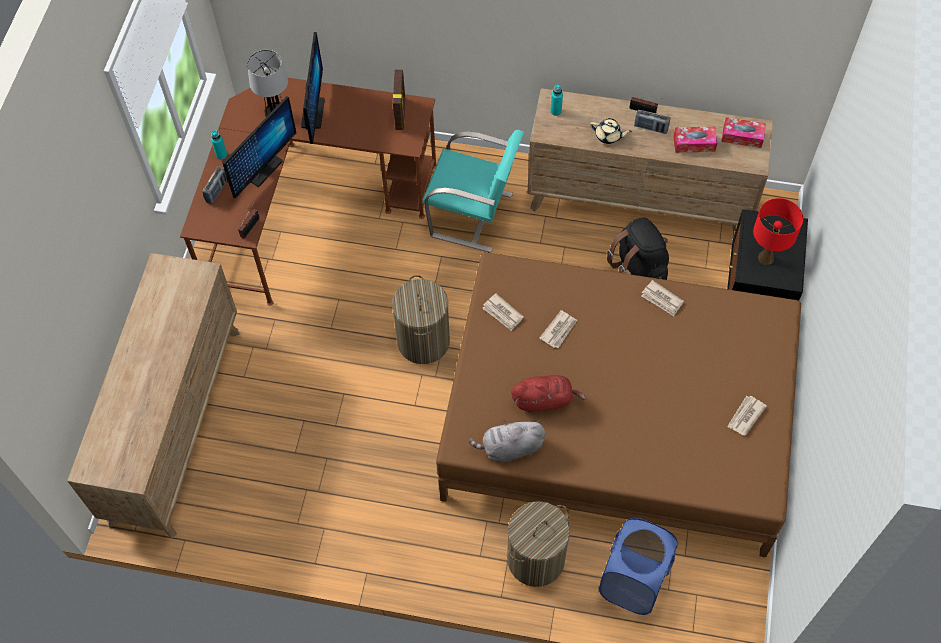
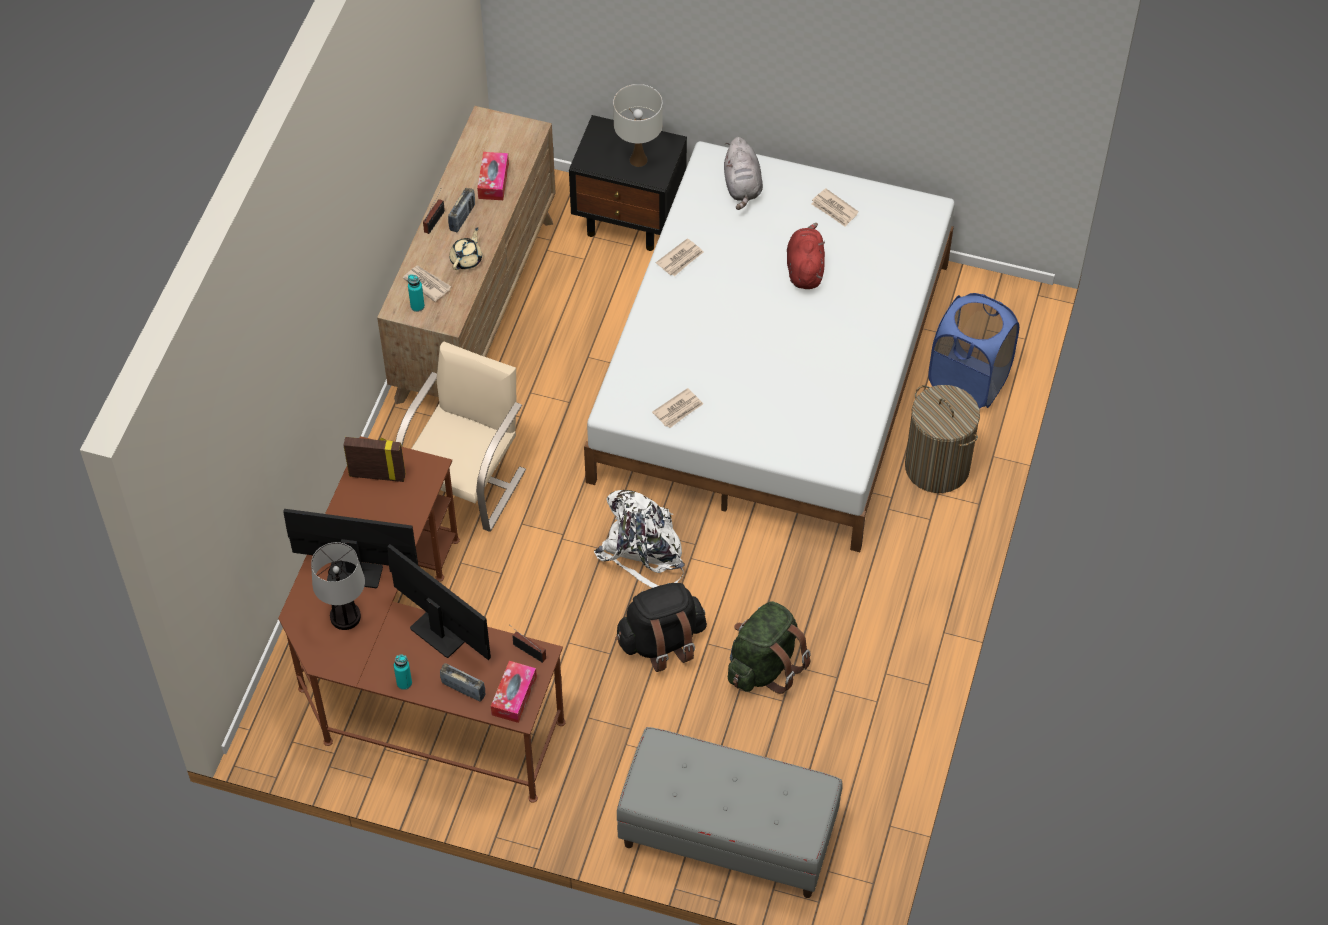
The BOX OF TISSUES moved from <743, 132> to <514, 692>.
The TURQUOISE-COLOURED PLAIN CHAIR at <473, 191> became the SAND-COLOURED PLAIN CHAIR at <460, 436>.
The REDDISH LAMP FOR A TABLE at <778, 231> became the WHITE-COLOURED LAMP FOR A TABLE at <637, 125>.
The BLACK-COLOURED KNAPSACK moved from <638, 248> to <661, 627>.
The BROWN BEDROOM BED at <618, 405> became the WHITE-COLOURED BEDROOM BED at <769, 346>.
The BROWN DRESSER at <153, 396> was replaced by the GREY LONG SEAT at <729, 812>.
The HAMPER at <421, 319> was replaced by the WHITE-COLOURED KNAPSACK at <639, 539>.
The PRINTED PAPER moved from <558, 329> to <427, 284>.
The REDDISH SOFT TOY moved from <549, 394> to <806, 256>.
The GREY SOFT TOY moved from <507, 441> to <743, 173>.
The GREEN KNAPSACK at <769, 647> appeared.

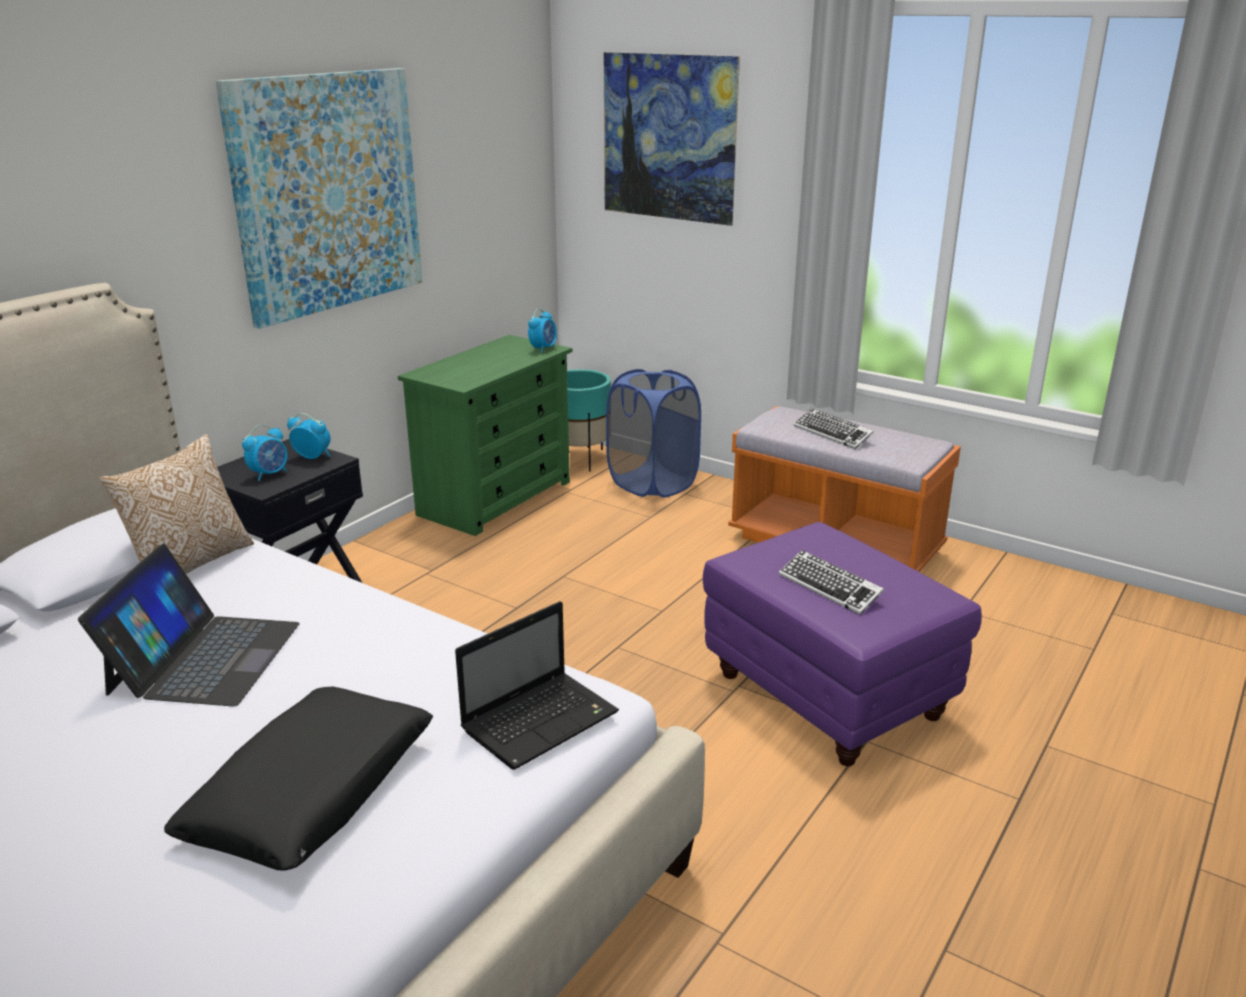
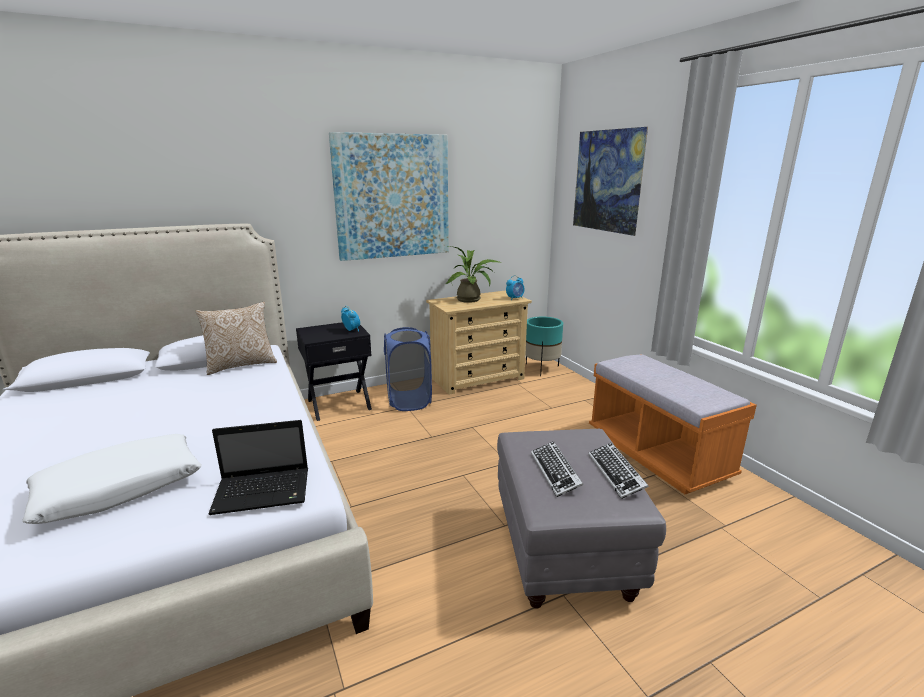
The GREEN DRESSER at <485, 435> became the SAND-COLOURED DRESSER at <479, 342>.
The BLUISH HAMPER moved from <653, 433> to <408, 369>.
The COMPUTER KEYBOARD moved from <834, 428> to <618, 470>.
The ALARM CLOCK at <264, 453> disappeared.
The PURPLISH POUFFE at <842, 644> became the GREY POUFFE at <581, 519>.
The NOTEBOOK COMPUTER at <189, 625> disappeared.
The BLACK-COLOURED PILLOW at <298, 778> became the WHITE-COLOURED PILLOW at <112, 479>.
The HOUSEPLANT at <473, 274> appeared.

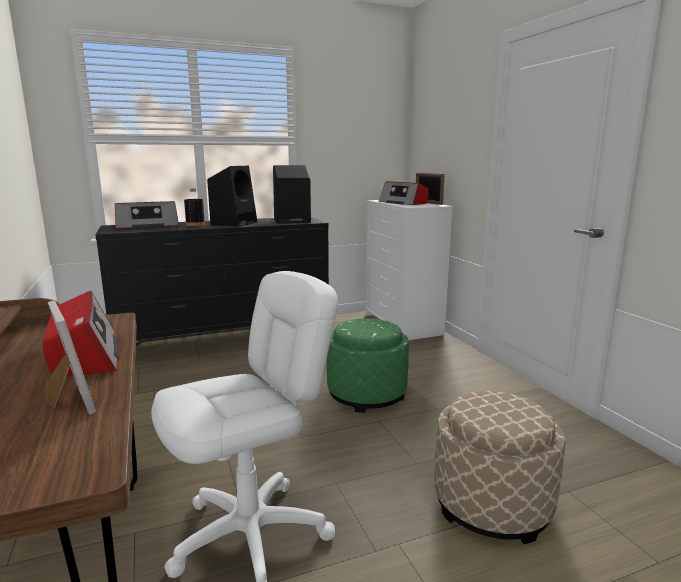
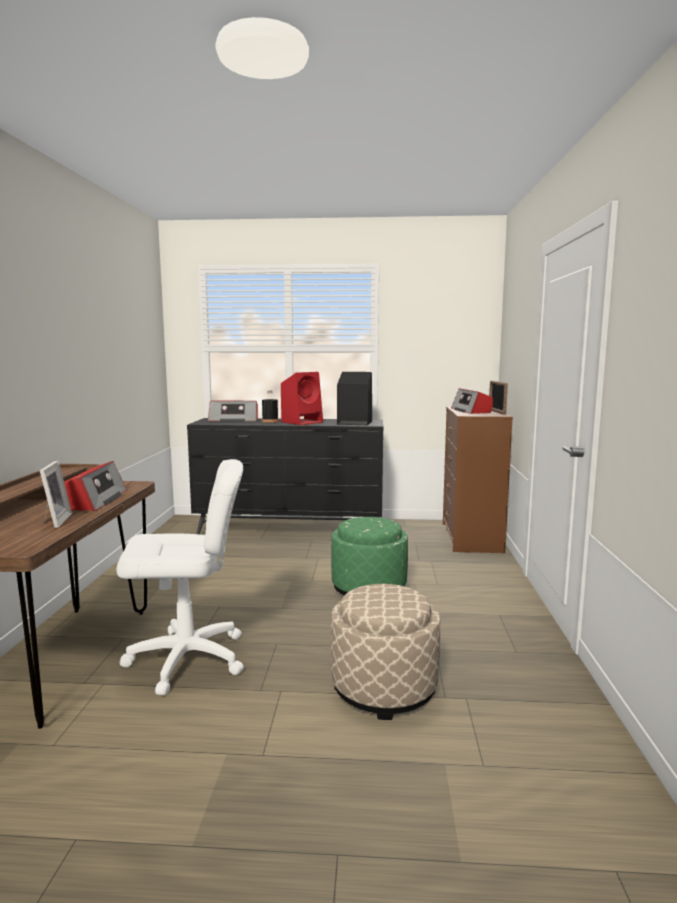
The BLACK-COLOURED LOUDSPEAKER at <232, 196> became the REDDISH LOUDSPEAKER at <302, 398>.
The WHITE-COLOURED DRESSER at <409, 270> became the BROWN DRESSER at <478, 479>.

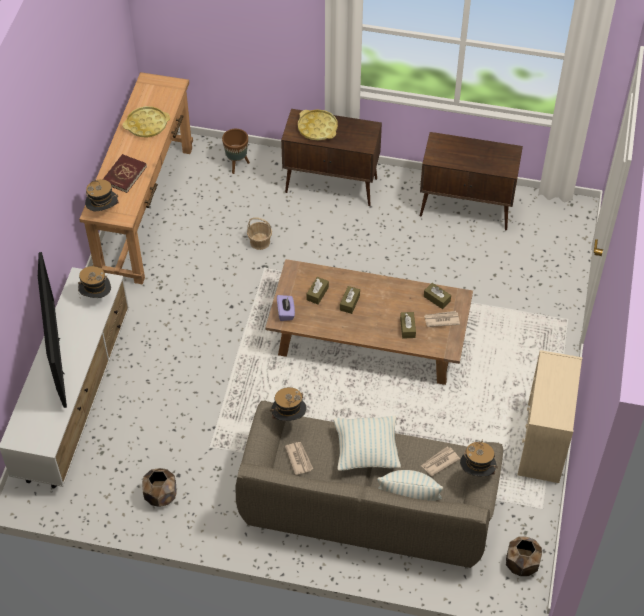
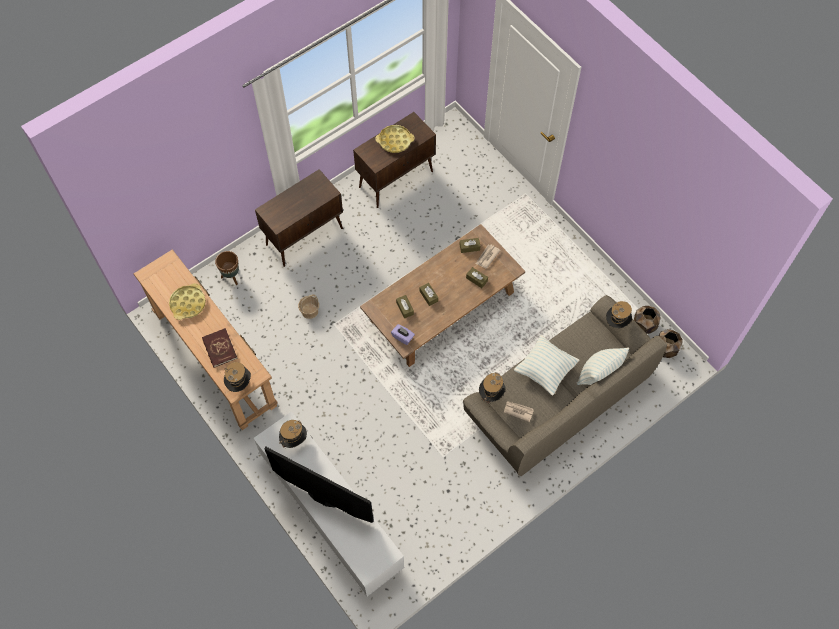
The YELLOWISH TRAY moved from <318, 124> to <394, 139>.
The SAND-COLOURED DRESSER at <550, 416> disappeared.
The PRINTED PAPER at <440, 461> disappeared.
The BROWN PLANT POT moved from <159, 487> to <647, 320>.

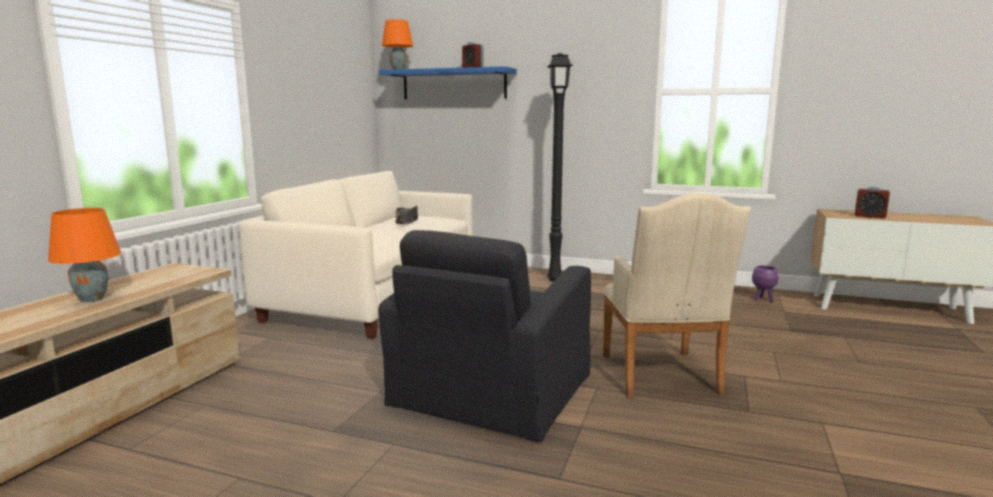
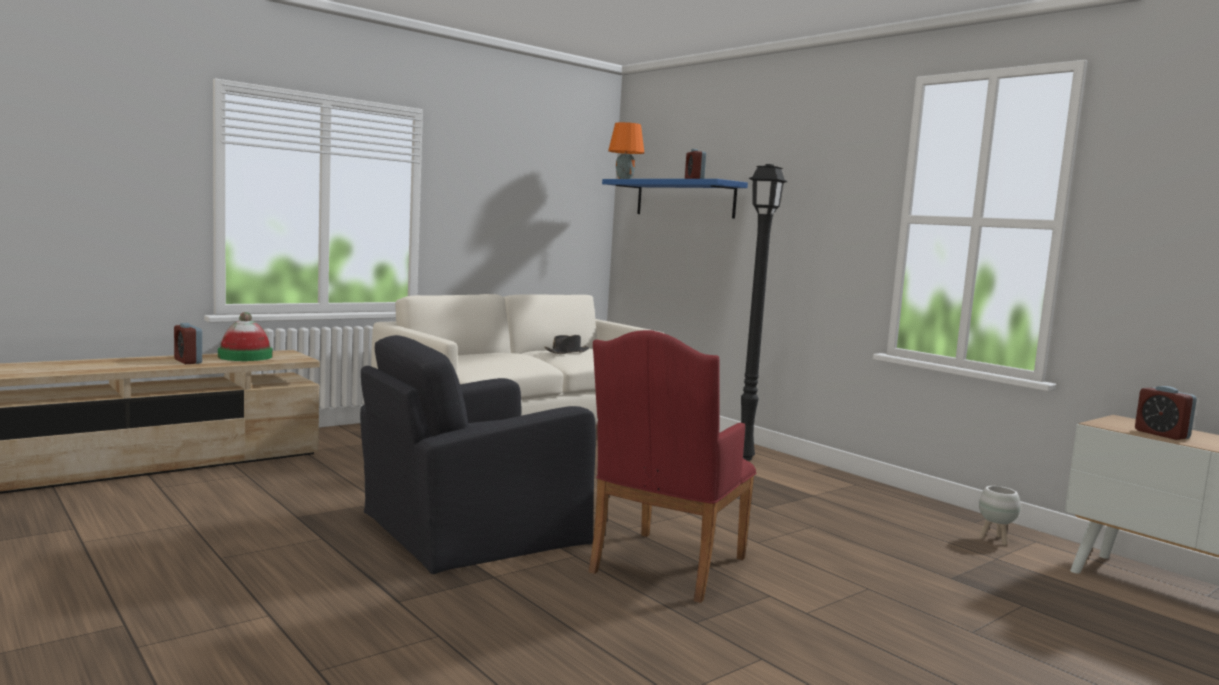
The SAND-COLOURED EASY CHAIR at <677, 295> became the REDDISH EASY CHAIR at <673, 466>.
The ORANGE-COLOURED LAMP FOR A TABLE at <84, 255> was replaced by the ALARM CLOCK at <188, 343>.
The PURPLISH PLANT POT at <765, 283> became the WHITE-COLOURED PLANT POT at <999, 515>.
The HAT at <245, 336> appeared.

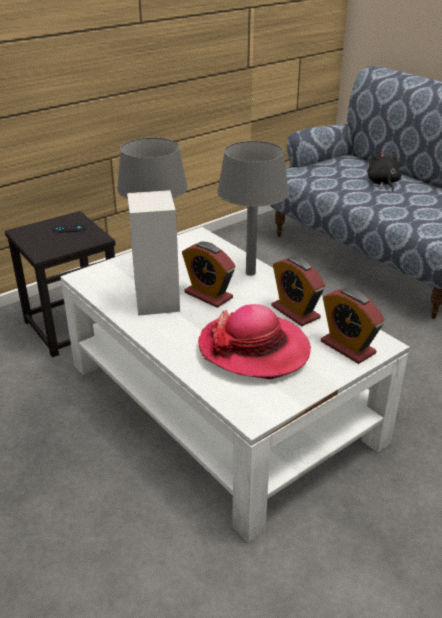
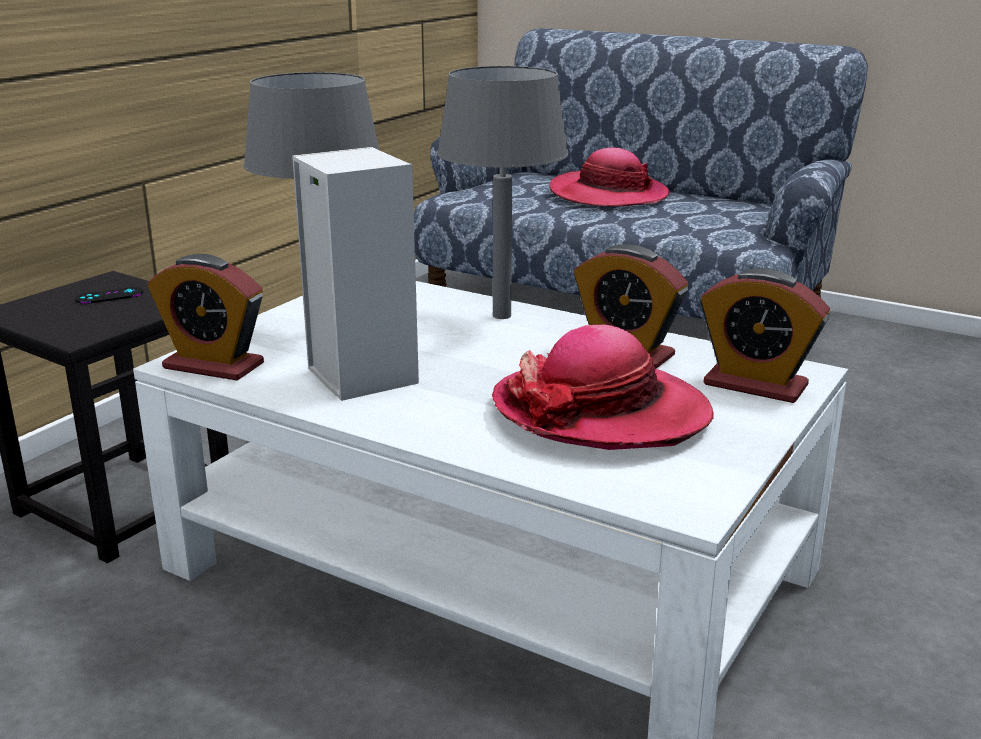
The BLACK-COLOURED SOFT TOY at <384, 171> was replaced by the HAT at <609, 177>.
The ALARM CLOCK moved from <208, 275> to <205, 317>.

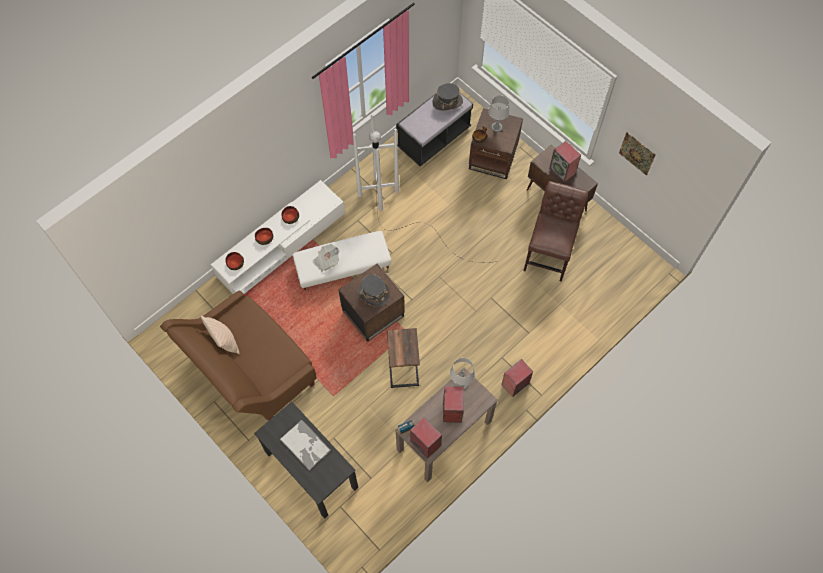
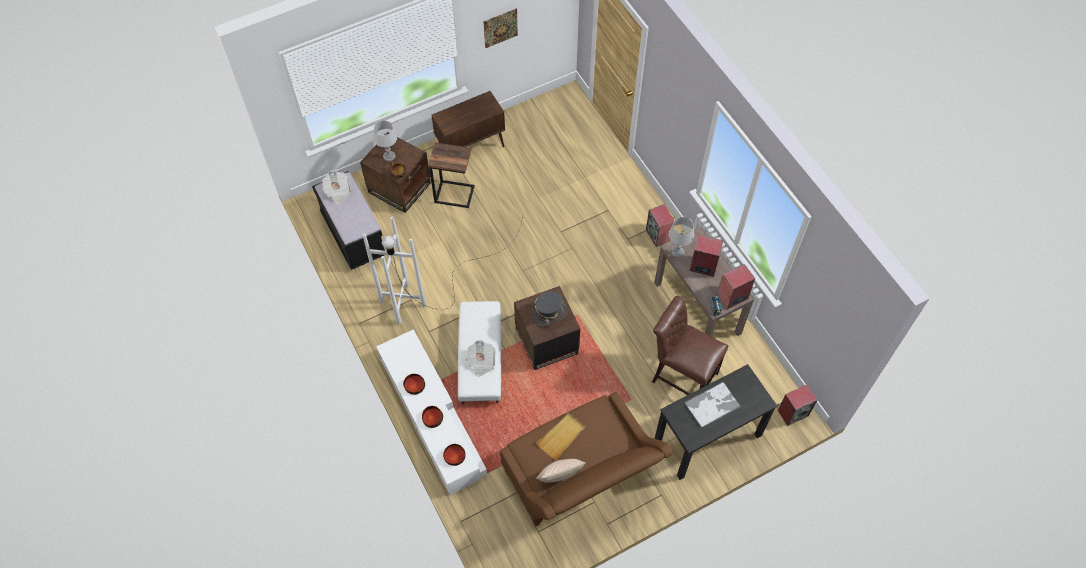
The GREY HAT at <447, 97> was replaced by the PRINTED PAPER at <336, 187>.
The LOUDSPEAKER moved from <565, 161> to <797, 405>.
The BROWN PLAIN CHAIR moved from <556, 231> to <690, 345>.
The SIDE TABLE moved from <403, 358> to <451, 175>.
The SAND-COLOURED TRAY at <561, 436> appeared.

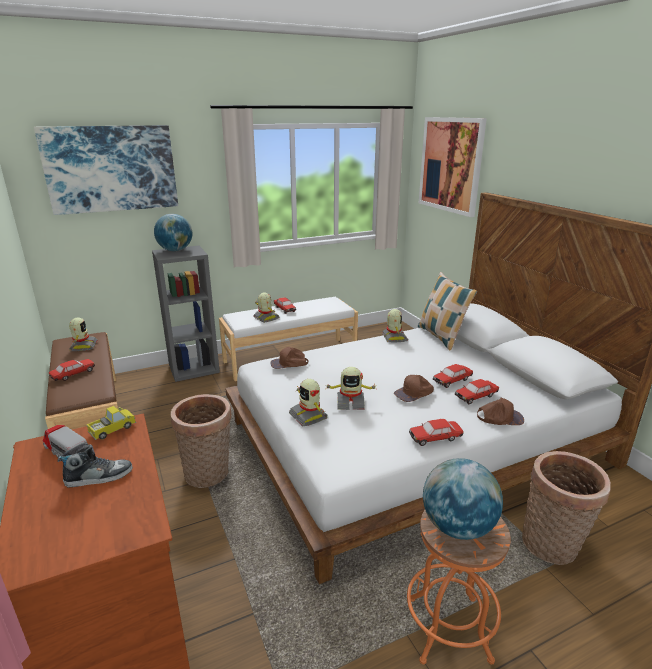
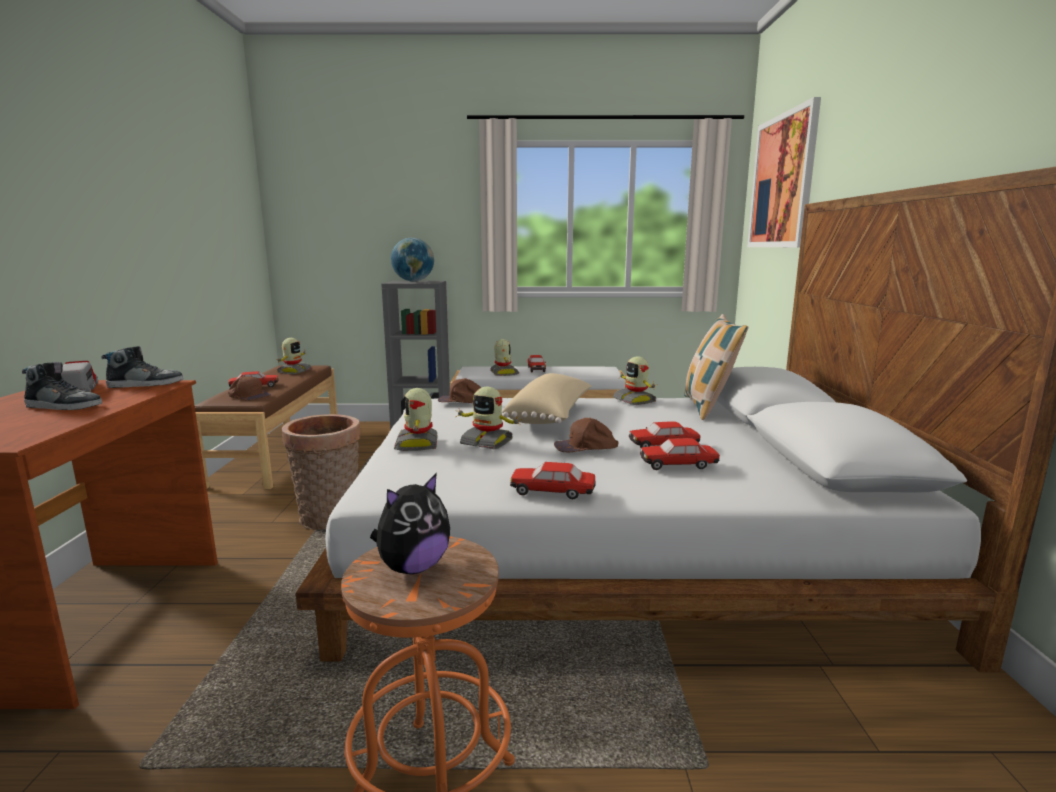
The WALL ART at <106, 170> disappeared.
The TOY ROBOT at <395, 325> turned 135 degrees clockwise.
The BROWN PEAKED CAP moved from <500, 411> to <249, 388>.
The TOY TRUCK at <111, 423> was replaced by the LOW SHOE at <142, 367>.
The HOUSEHOLD BASKET at <566, 508> disappeared.
The WORLD GLOBE at <463, 499> was replaced by the SOFT TOY at <410, 523>.
The SAND-COLOURED PILLOW at <547, 398> appeared.

